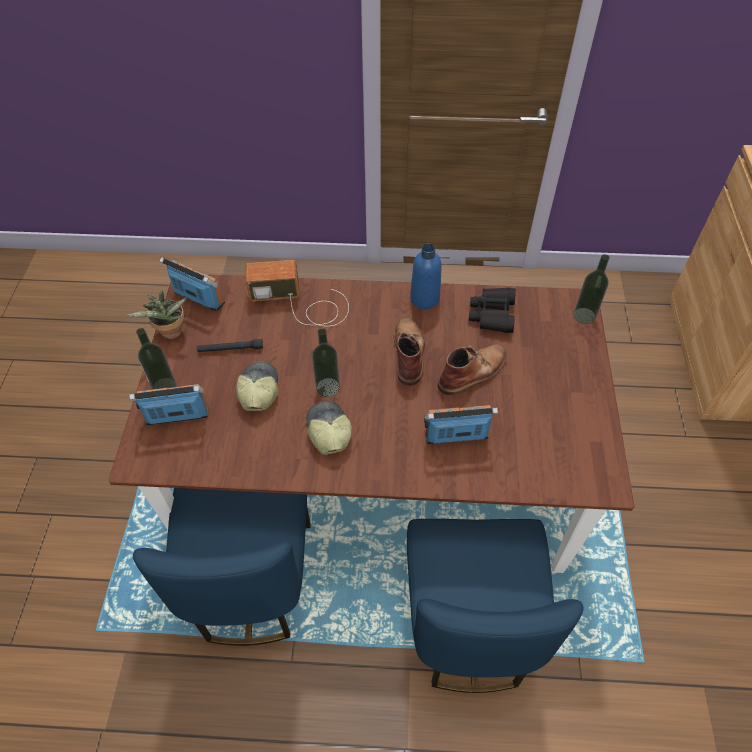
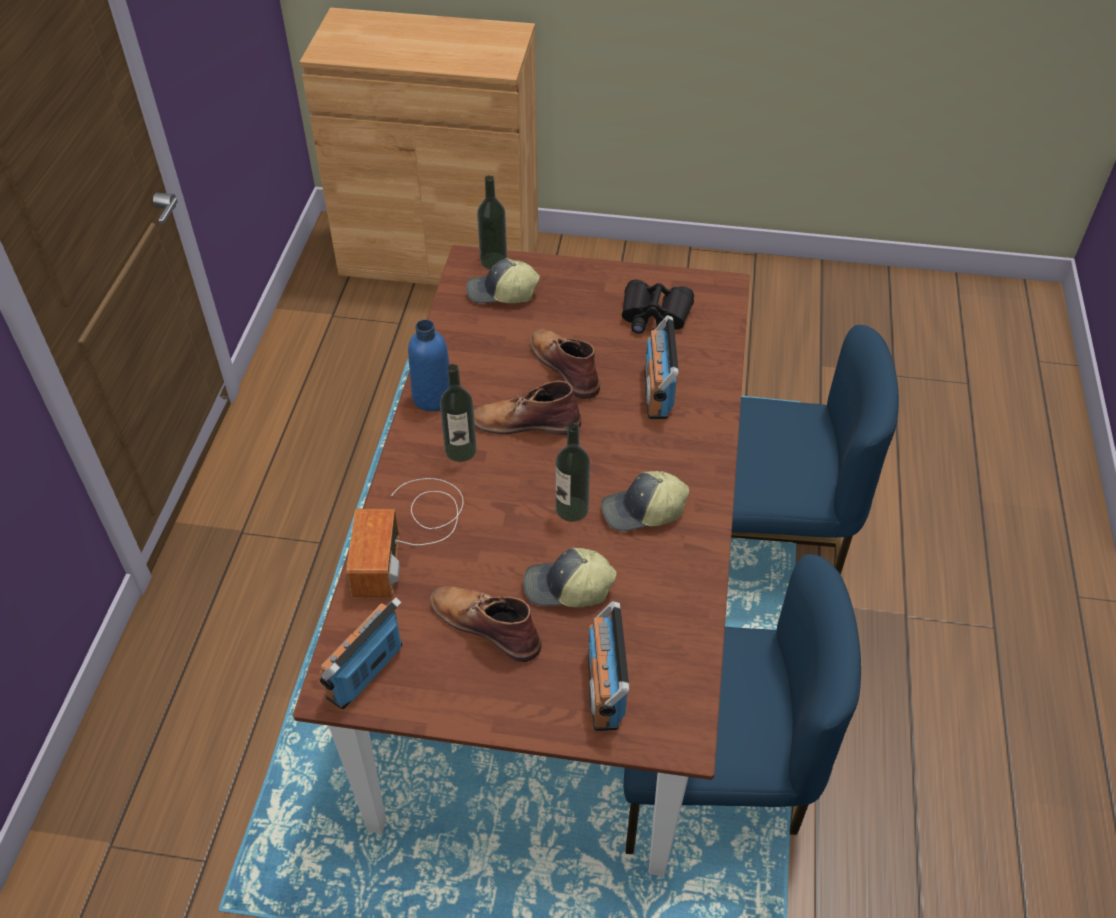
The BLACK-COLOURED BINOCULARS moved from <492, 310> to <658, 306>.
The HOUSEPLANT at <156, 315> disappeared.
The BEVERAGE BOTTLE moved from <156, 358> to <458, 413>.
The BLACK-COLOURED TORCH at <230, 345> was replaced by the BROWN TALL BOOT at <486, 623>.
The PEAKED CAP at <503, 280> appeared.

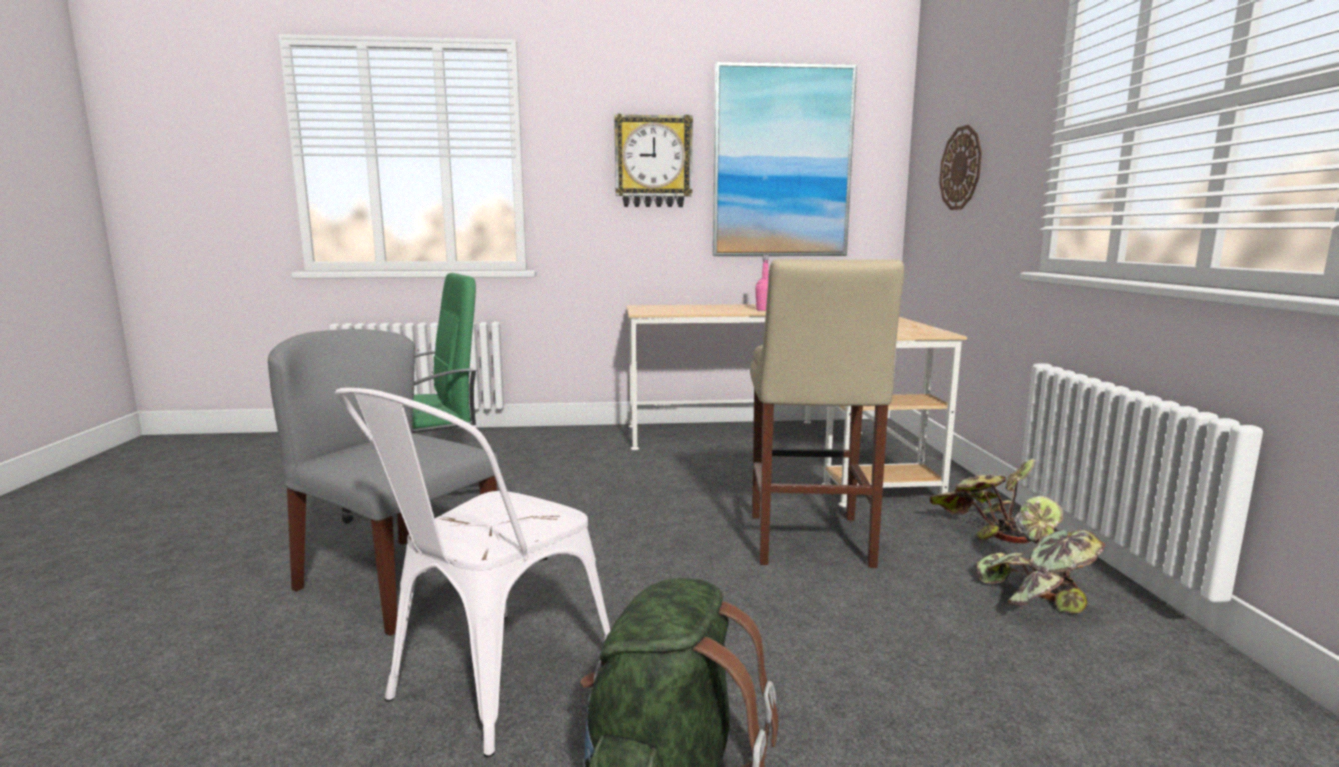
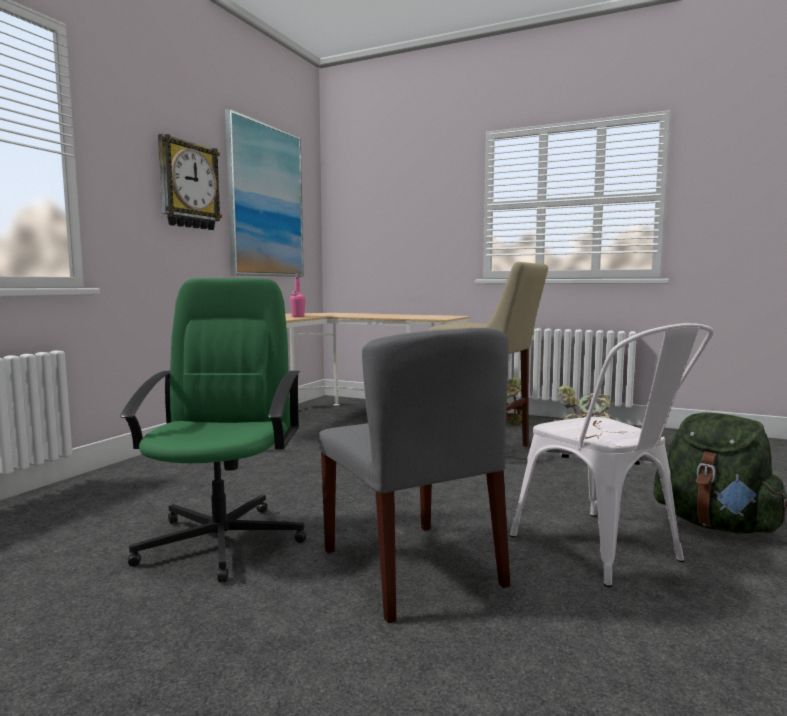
The HANGING CLOCK at <960, 167> disappeared.
The GREY PLAIN CHAIR at <383, 482> turned 90 degrees counterclockwise.

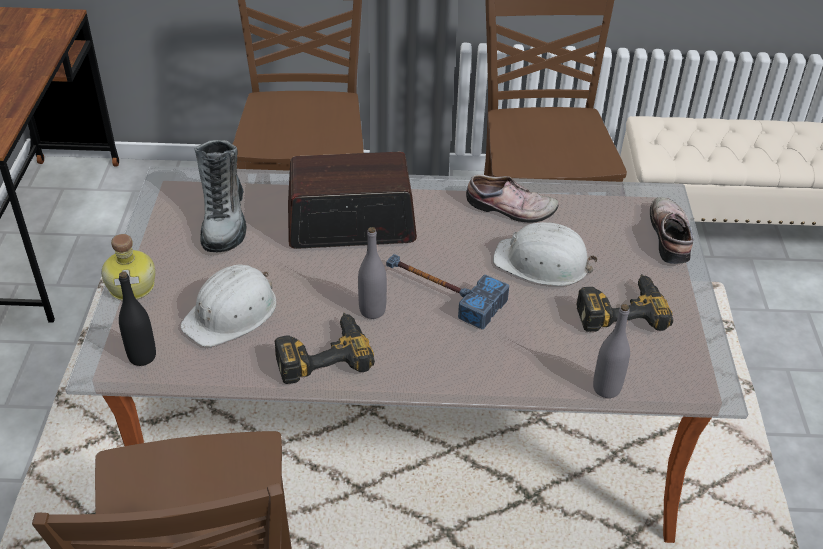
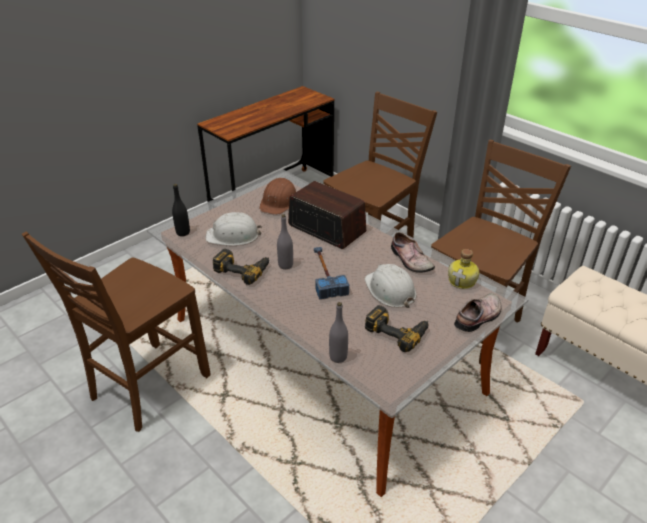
The TALL BOOT at <220, 196> was replaced by the BROWN SAFETY HELMET at <277, 196>.
The BEVERAGE BOTTLE moved from <128, 267> to <463, 269>.

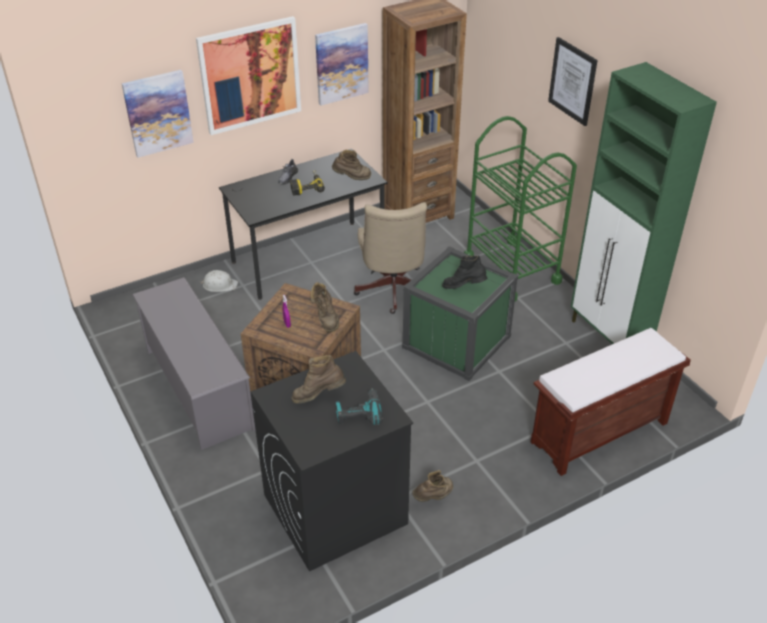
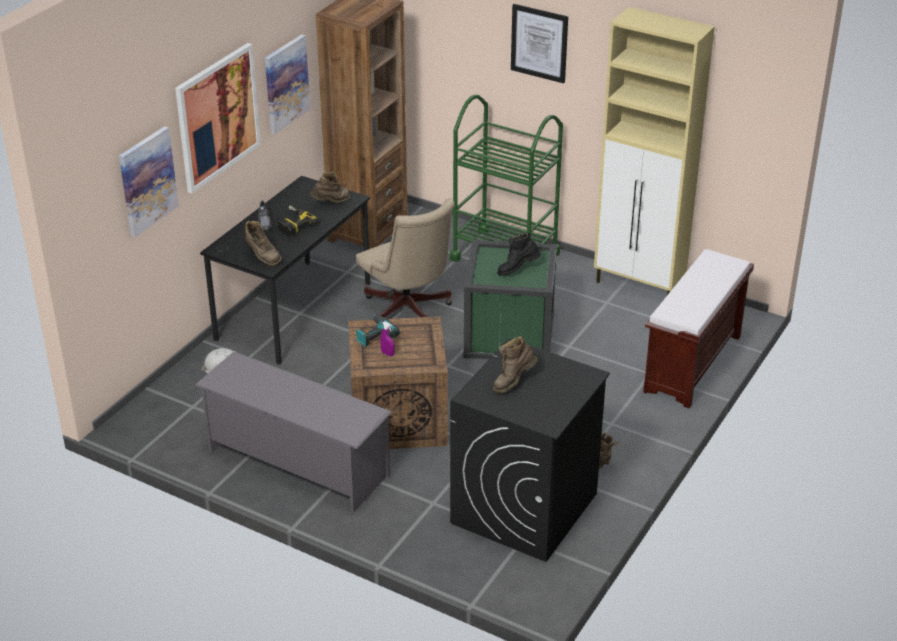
The GREEN CABINET at <644, 203> became the SAND-COLOURED CABINET at <654, 151>.
The BROWN TALL BOOT moved from <325, 307> to <263, 243>.
The POWER DRILL moved from <359, 406> to <378, 330>.

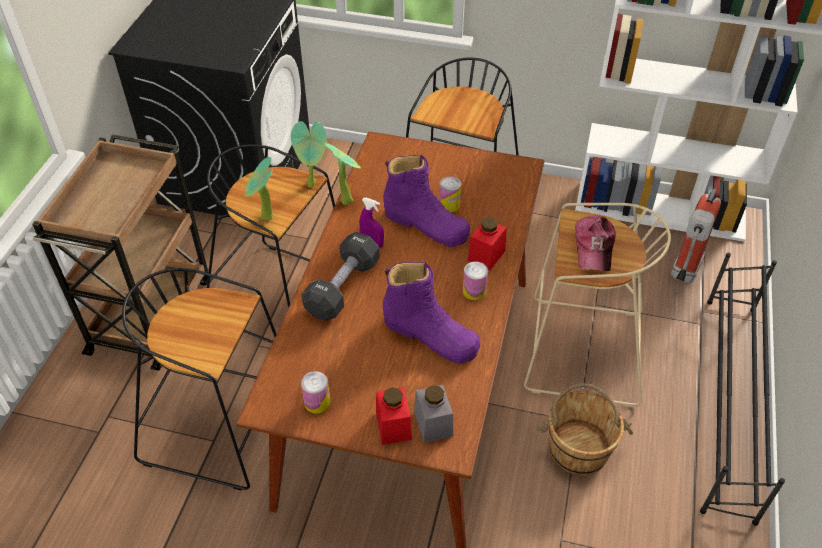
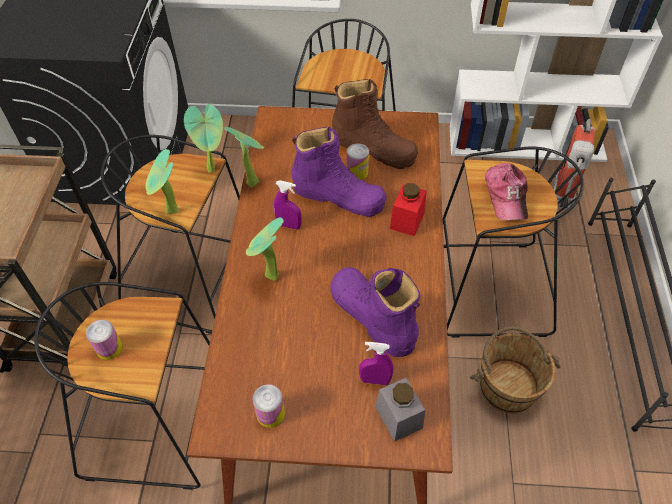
The SAND-COLOURED SITTING STOOL at <597, 305> became the BLACK-COLOURED SITTING STOOL at <513, 242>.
The BLACK-COLOURED DUMBBELL at <341, 276> was replaced by the HOUSEPLANT at <265, 249>.
The PURPLISH TALL BOOT at <431, 313> turned 150 degrees counterclockwise.
The METAL CAN moved from <475, 281> to <104, 340>.
The REDDISH JAR at <394, 416> disappeared.
The BROWN TALL BOOT at <375, 124> appeared.
The PURPLISH HAND SPRAYER at <376, 363> appeared.

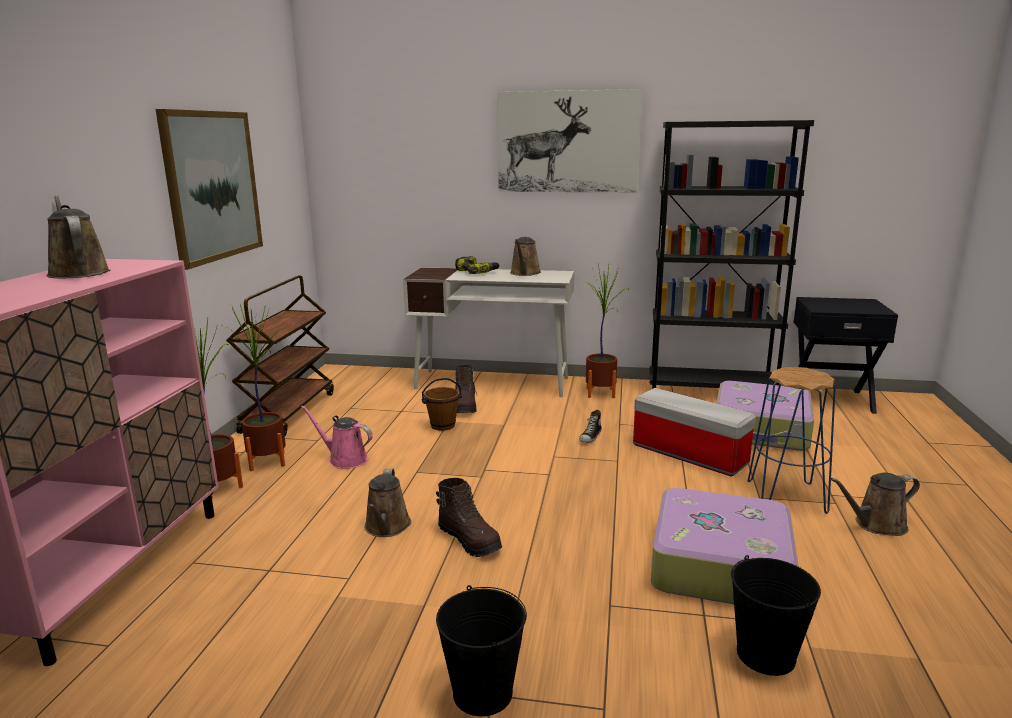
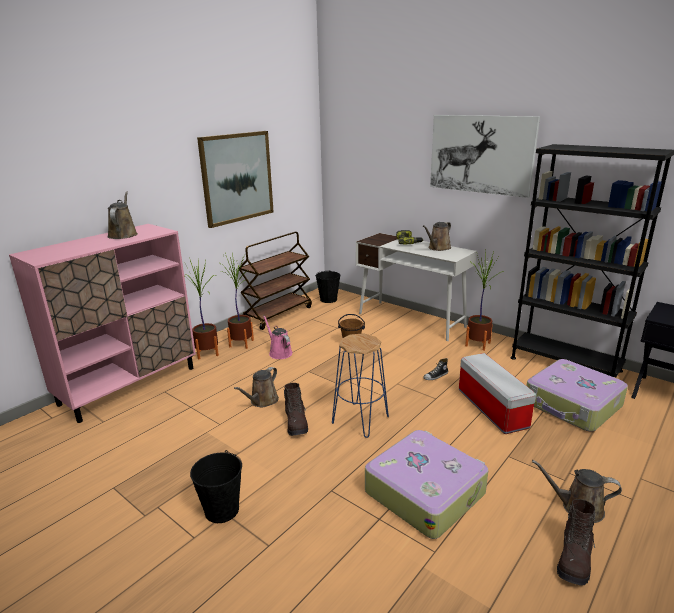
The BROWN TALL BOOT moved from <466, 389> to <576, 542>.
The BLUISH SITTING STOOL moved from <792, 440> to <360, 385>.
The BLACK-COLOURED BUCKET moved from <776, 615> to <327, 286>.

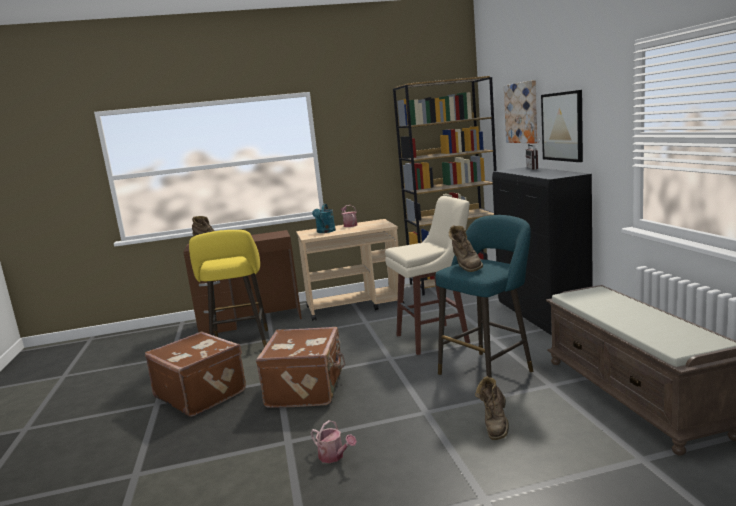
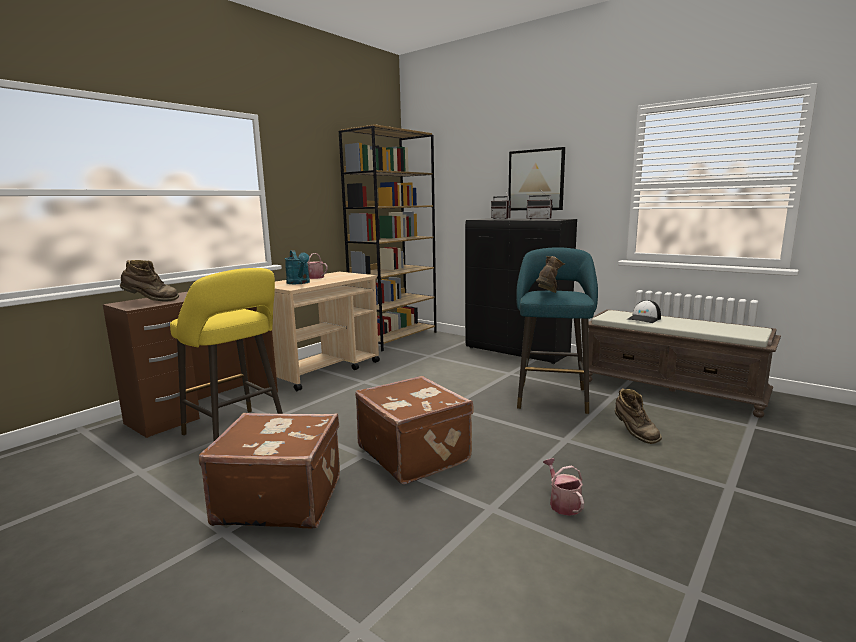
The WALL ART at <521, 112> disappeared.
The SAND-COLOURED SITTING STOOL at <427, 275> disappeared.
The BROWN TALL BOOT at <466, 248> turned 105 degrees counterclockwise.
The WATERING POT at <334, 441> turned 105 degrees counterclockwise.
The RADIO RECEIVER at <540, 207> appeared.
The PEAKED CAP at <644, 311> appeared.

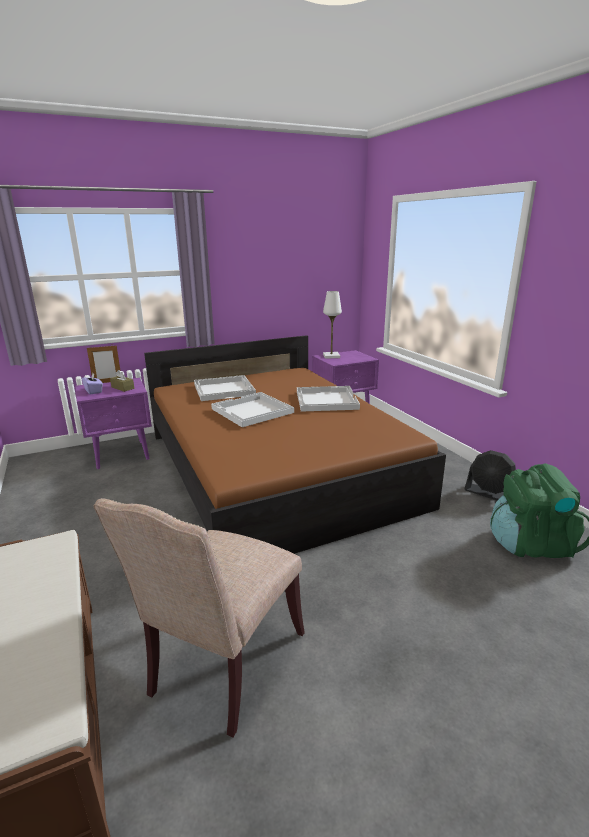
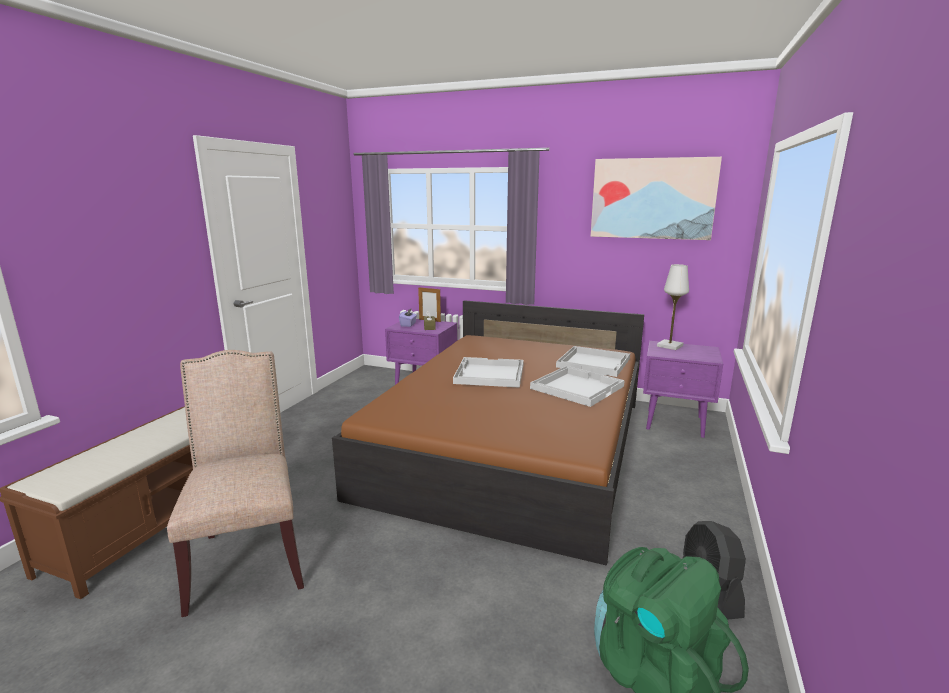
The WHITE-COLOURED TRAY moved from <225, 388> to <593, 361>.
The SAND-COLOURED PLAIN CHAIR at <199, 618> turned 90 degrees clockwise.
The WALL ART at <656, 198> appeared.

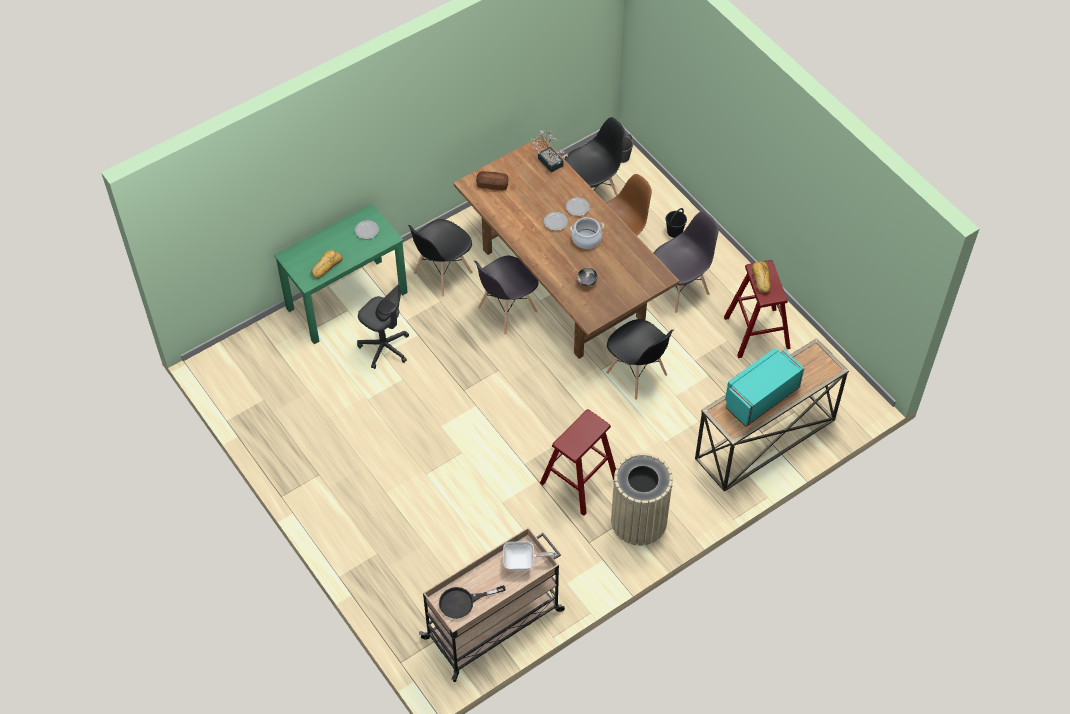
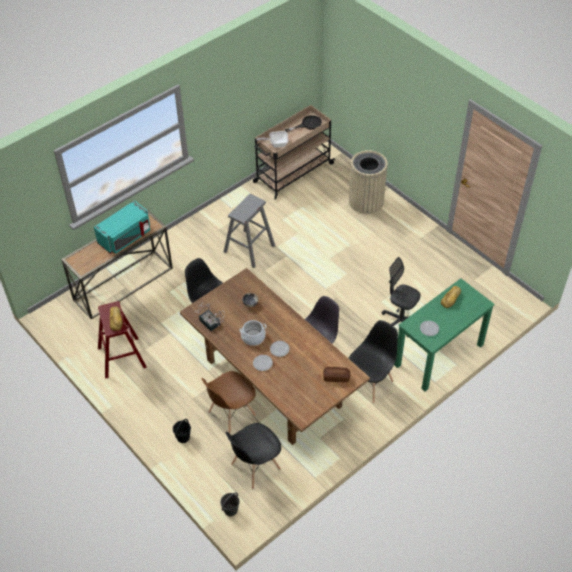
The HOUSEPLANT moved from <549, 150> to <210, 316>.
The GREY PLAIN CHAIR at <686, 262> disappeared.
The REDDISH SITTING STOOL at <578, 462> became the GREY SITTING STOOL at <249, 231>.
The SAND-COLOURED RUBBISH BIN moved from <642, 499> to <368, 182>.

